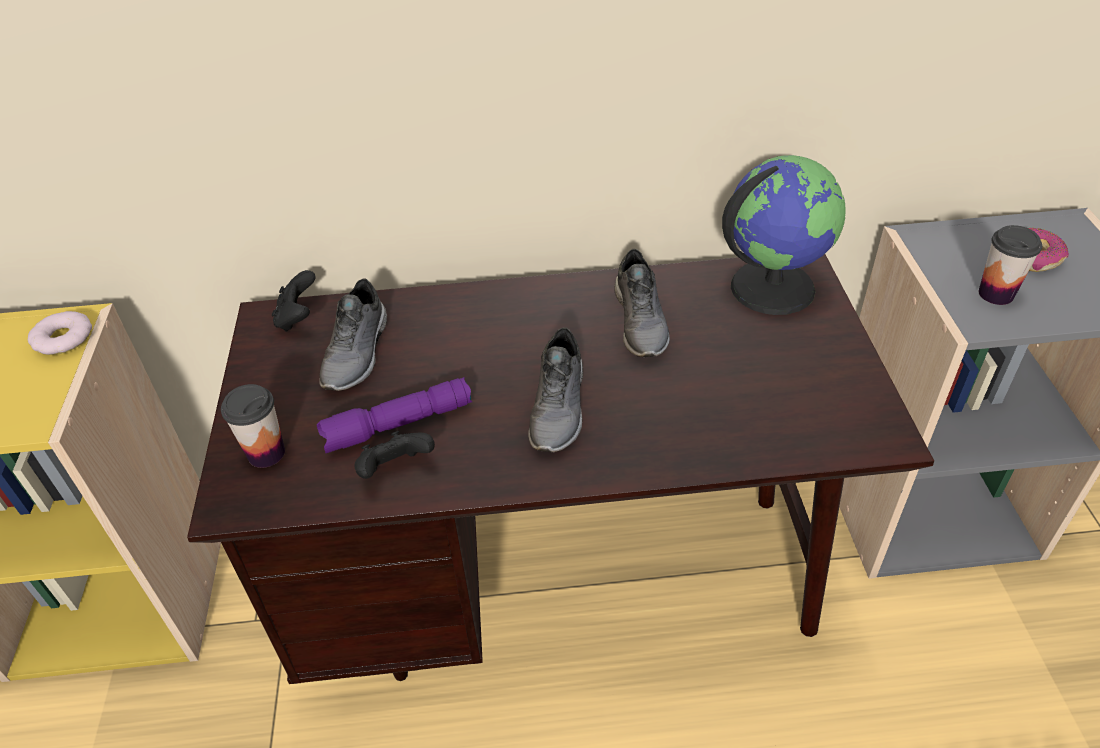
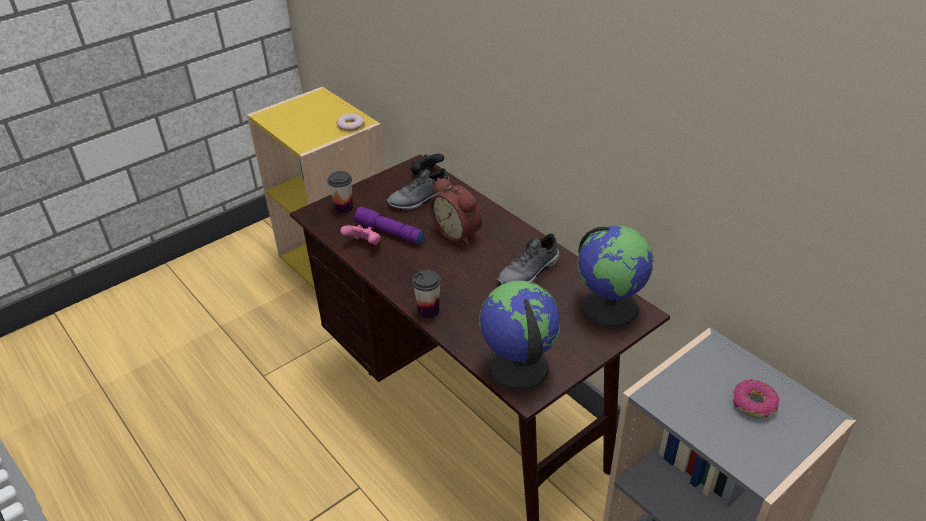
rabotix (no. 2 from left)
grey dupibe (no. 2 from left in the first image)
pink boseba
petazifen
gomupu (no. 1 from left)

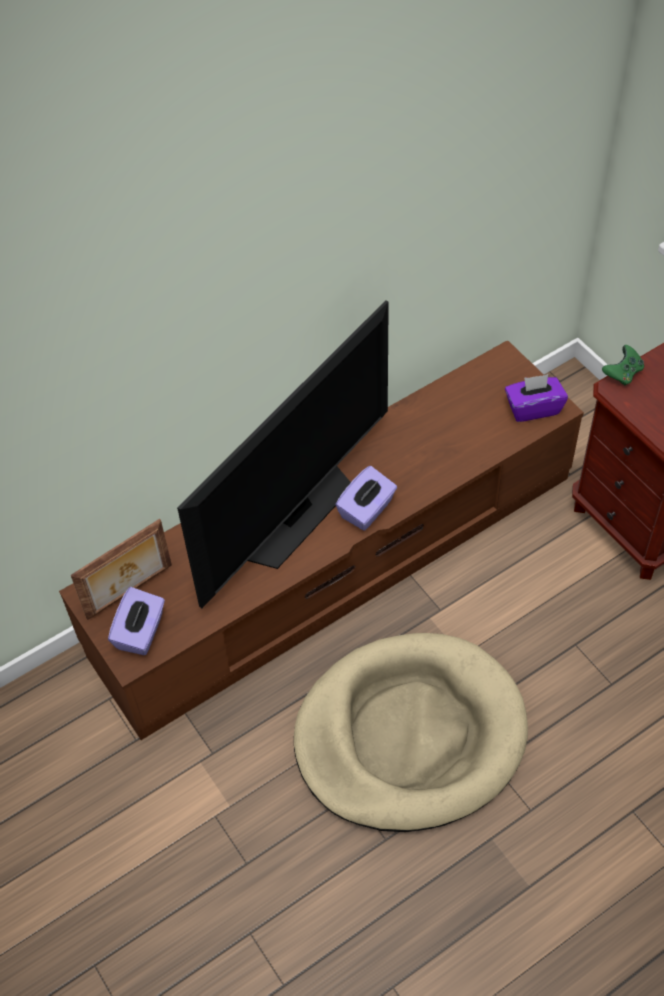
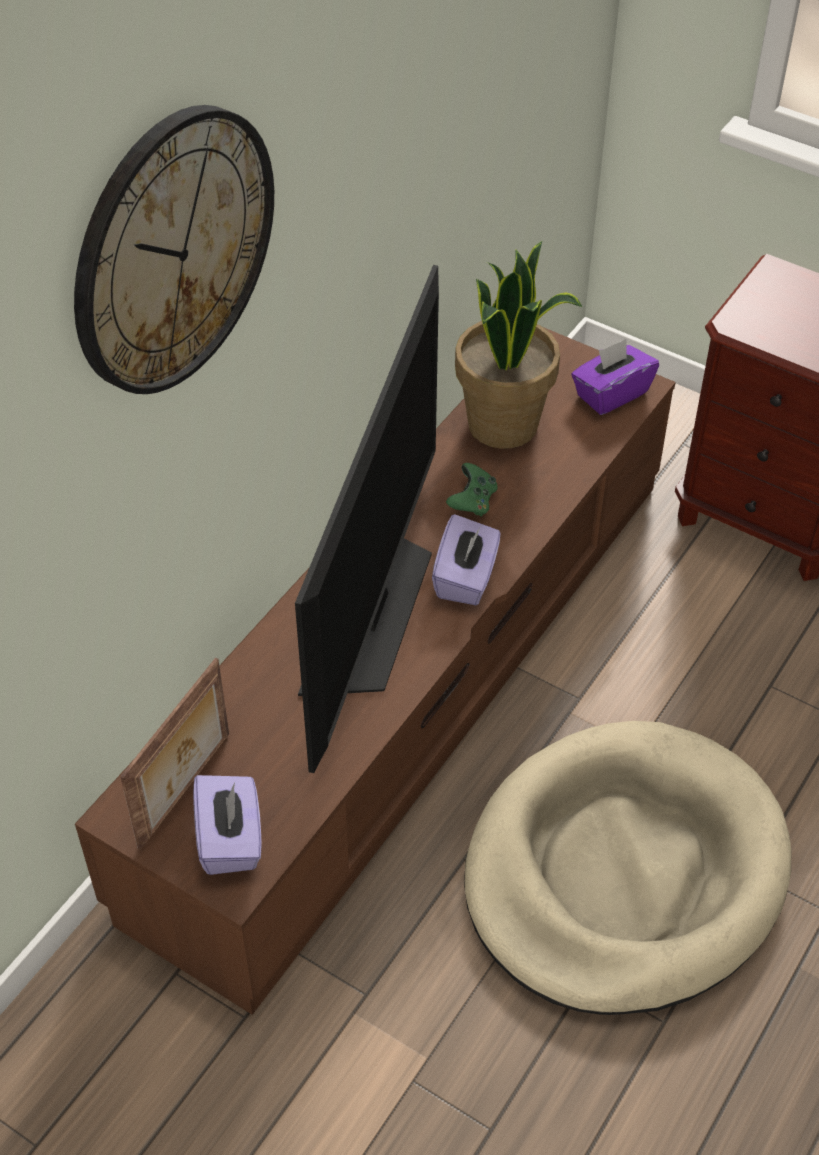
green boseba
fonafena
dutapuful

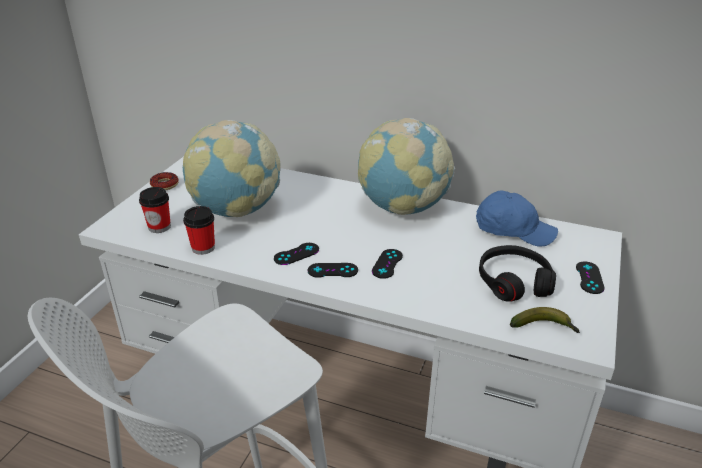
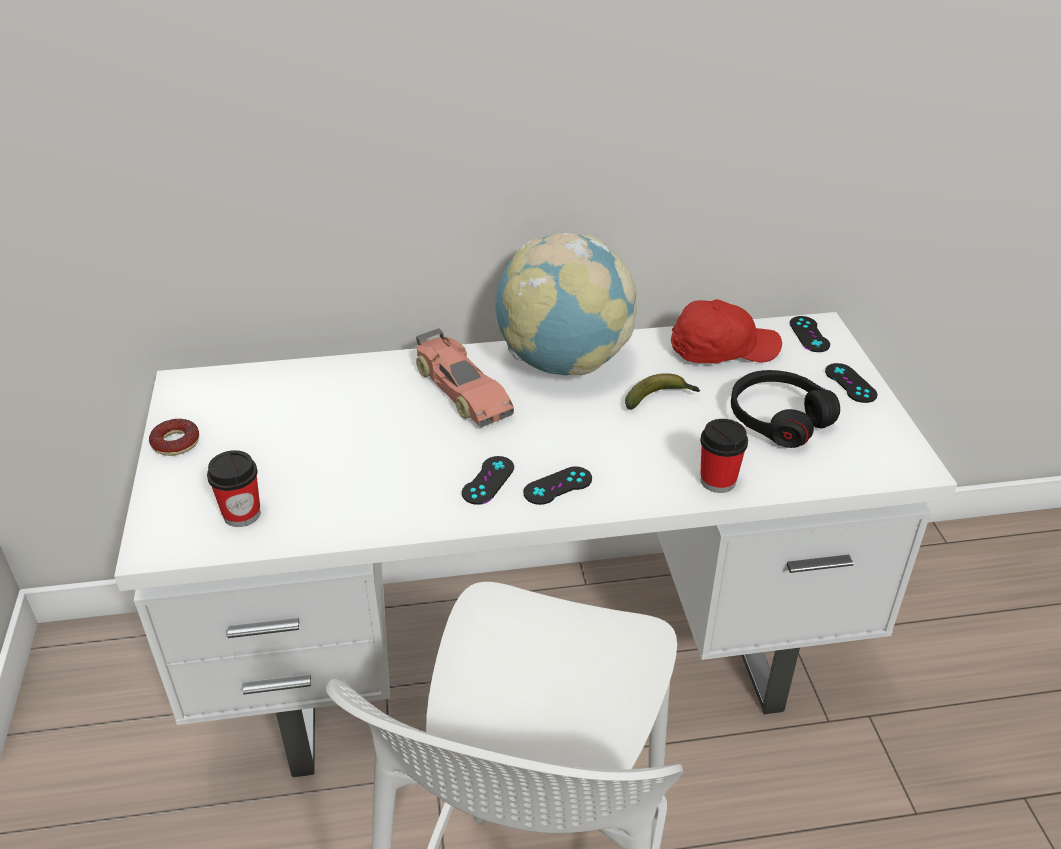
gomupu (no. 1 from left in the first image)
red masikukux
rabotix (no. 2 from left)
black boseba (no. 3 from left)
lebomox
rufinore

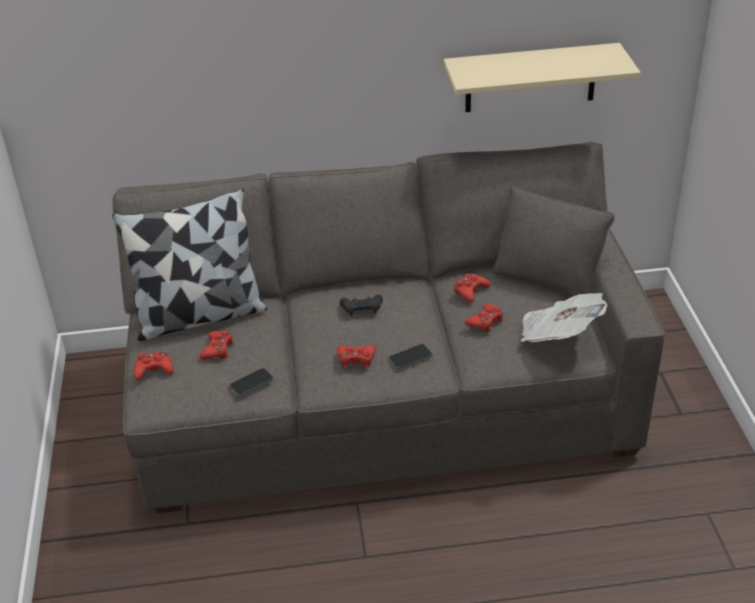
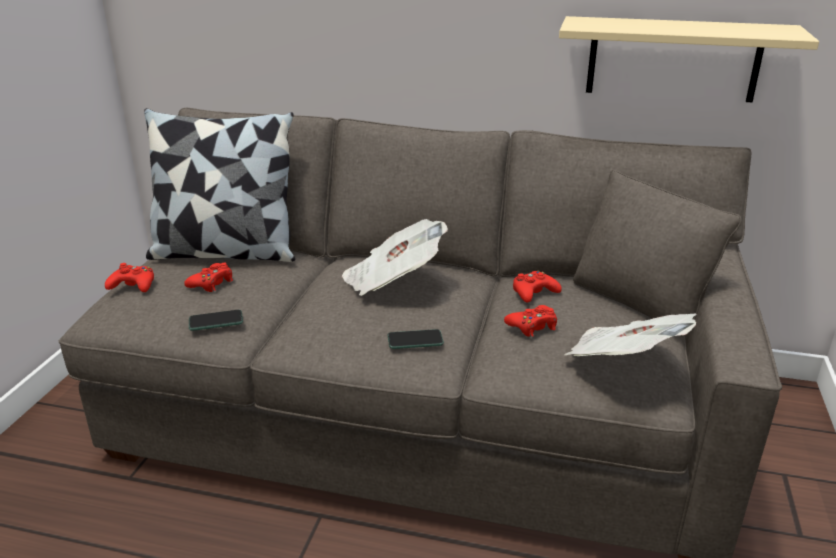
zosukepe (no. 1 from left)
red boseba (no. 3 from left in the first image)

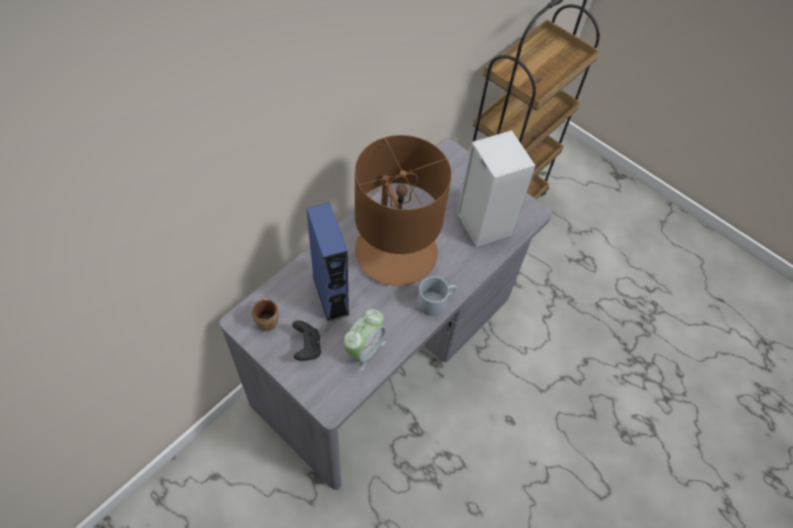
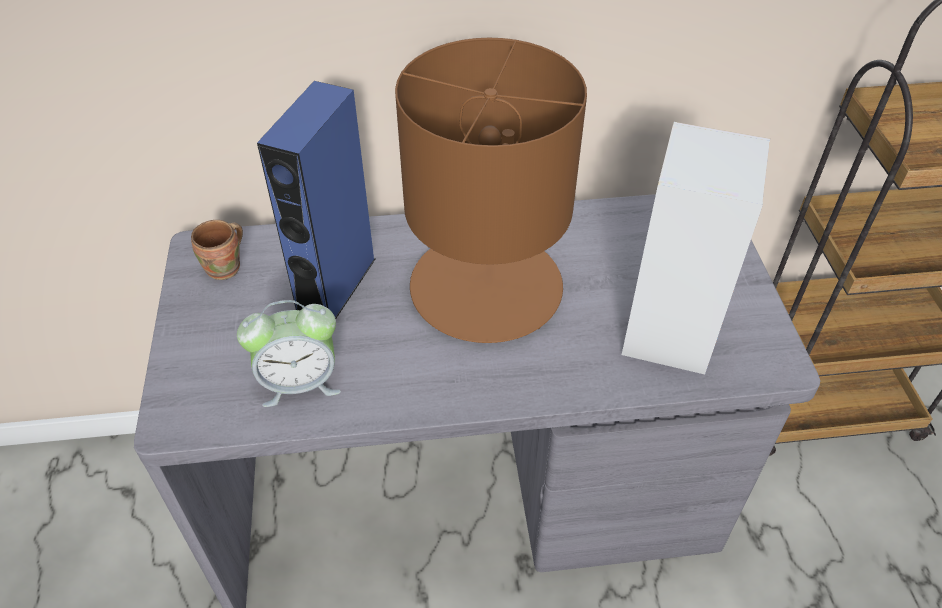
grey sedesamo
black boseba

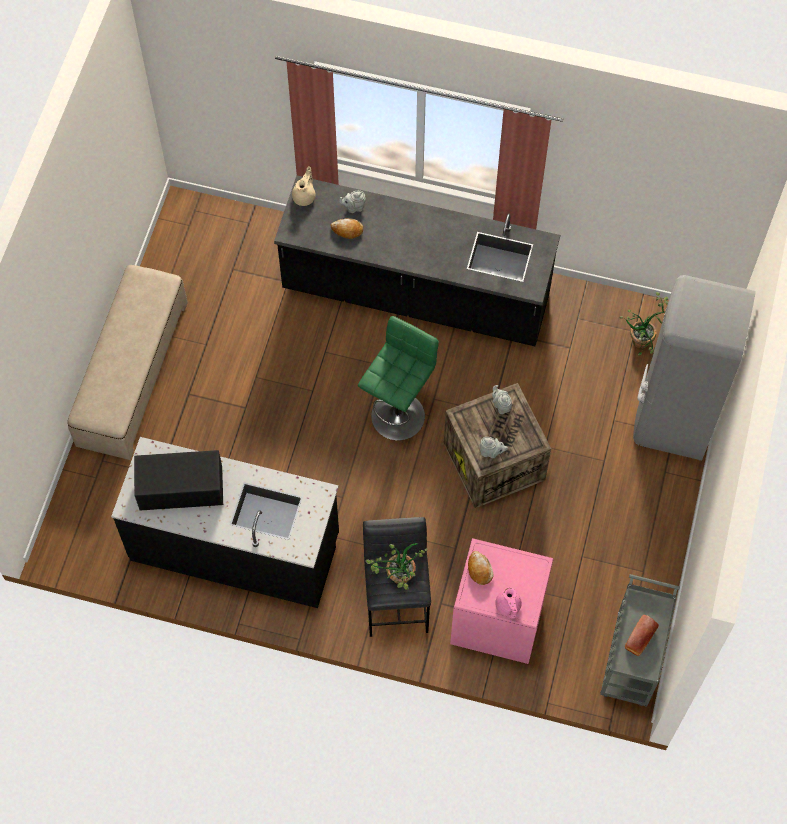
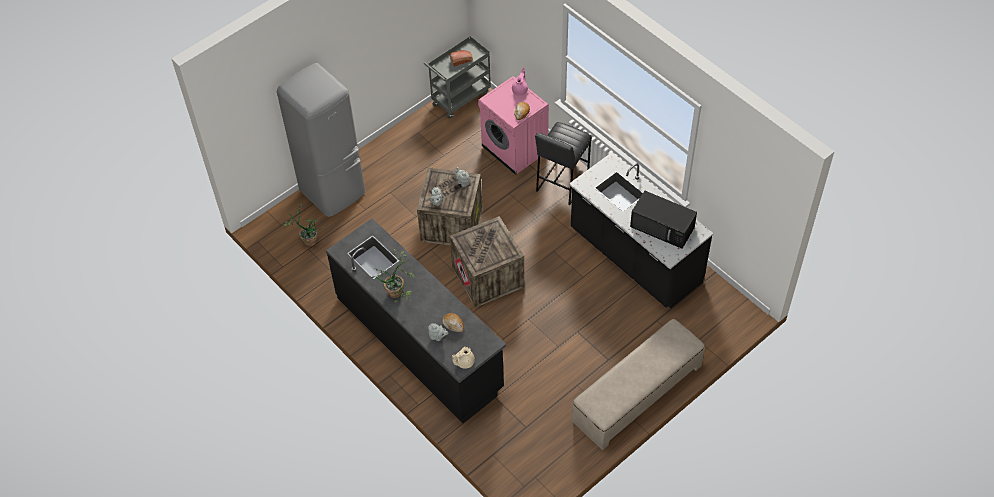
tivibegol (no. 2 from left)
dutapuful (no. 2 from left)

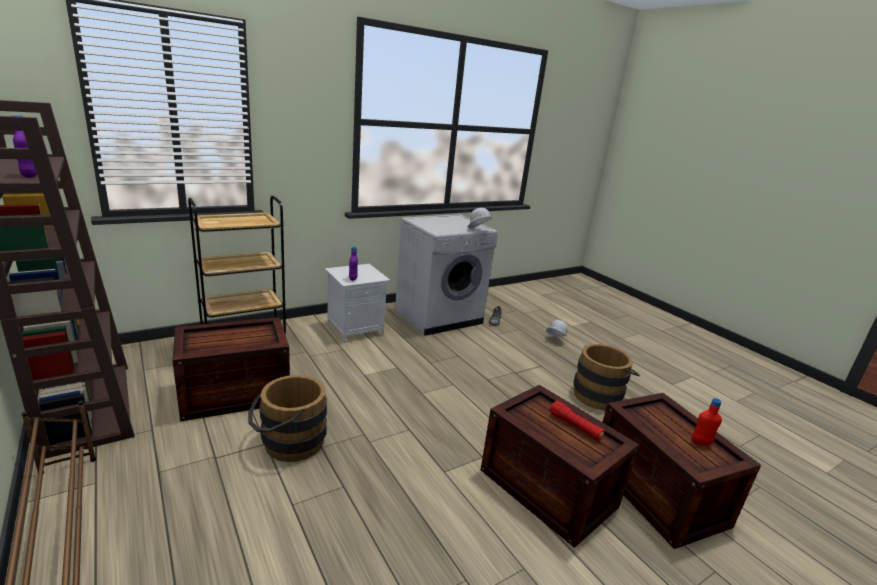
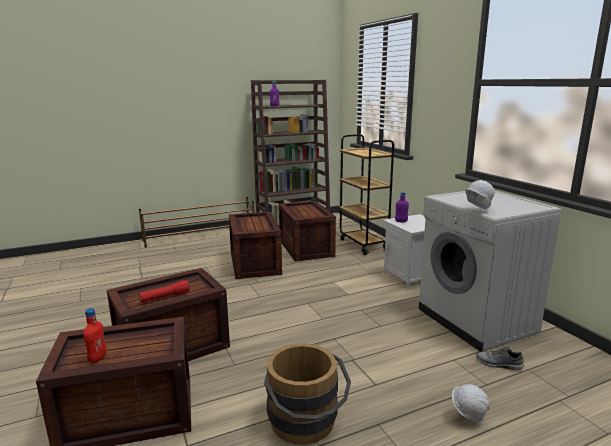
tivibegol (no. 3 from left)

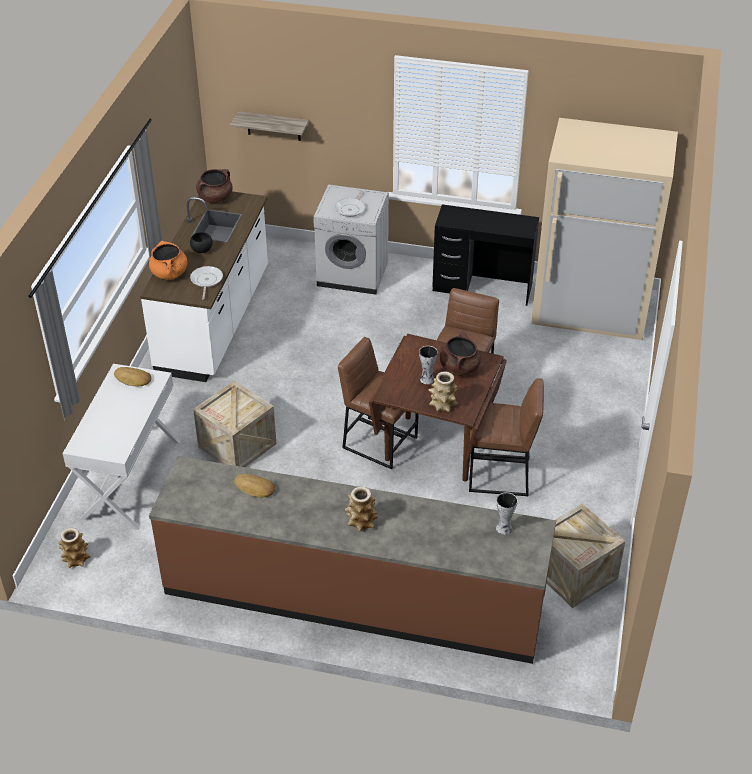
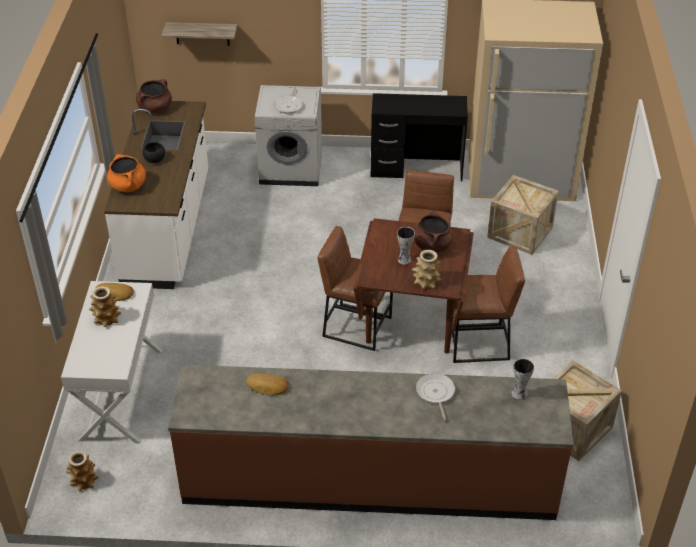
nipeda (no. 2 from left)
tivibegol (no. 1 from left)
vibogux (no. 2 from left)

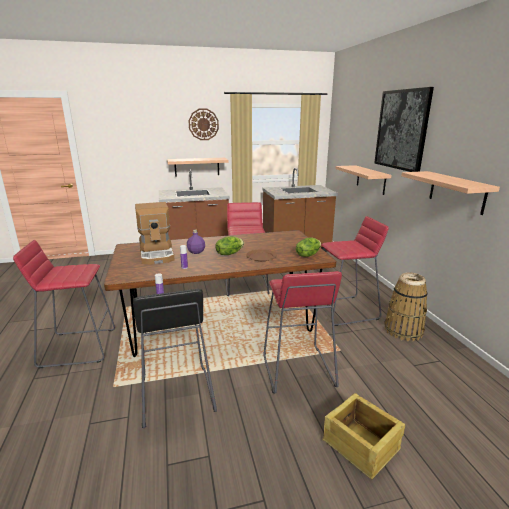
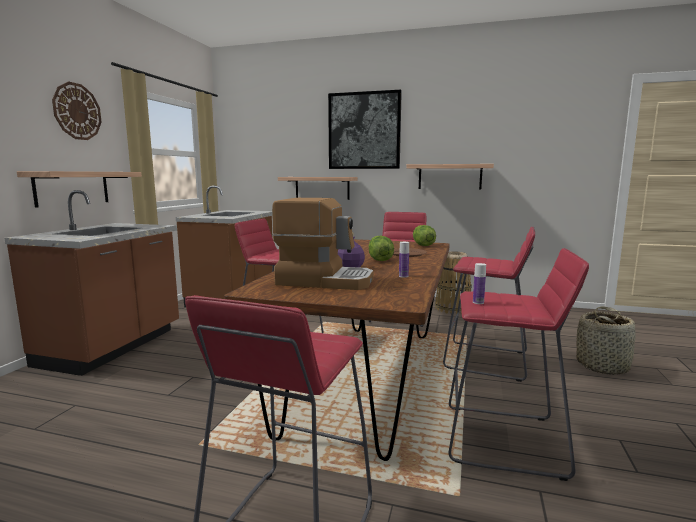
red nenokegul (no. 5 from left)
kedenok (no. 2 from left)

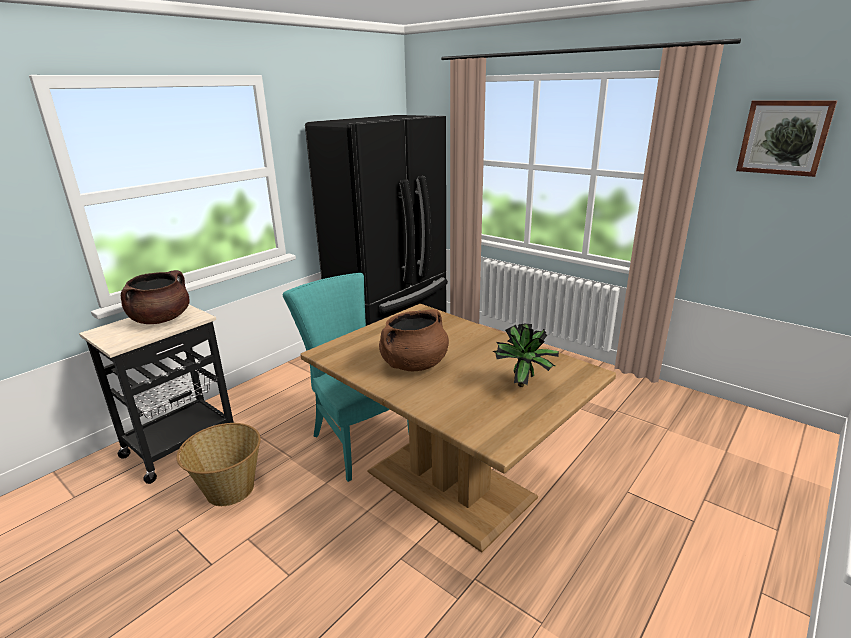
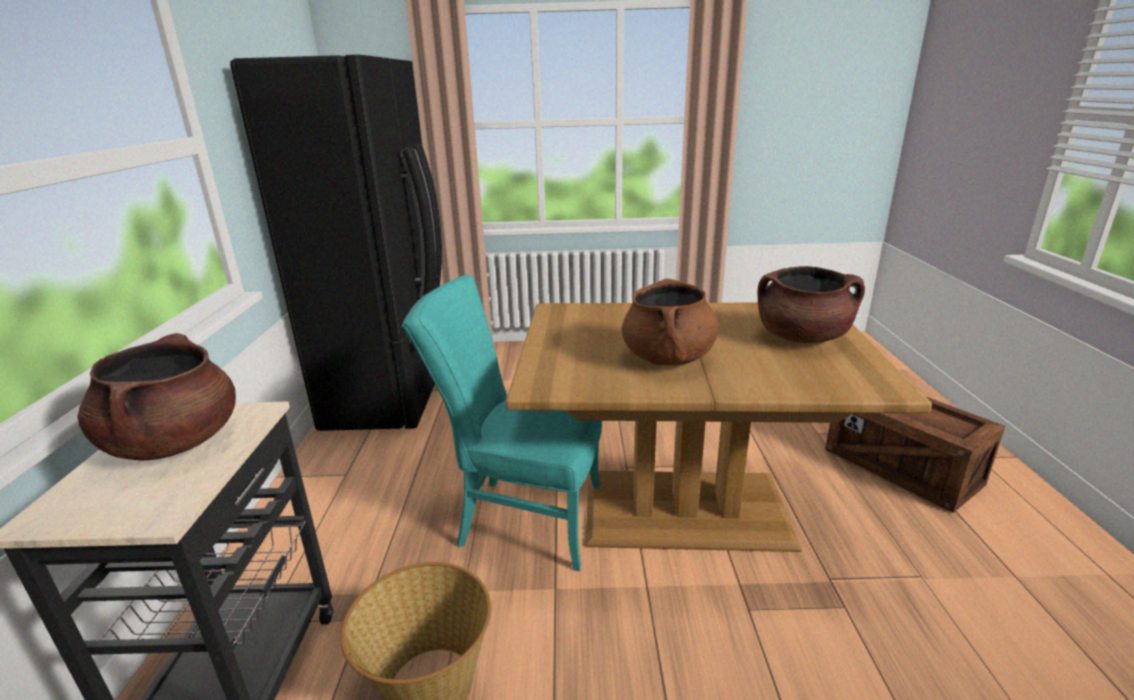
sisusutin
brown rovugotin (no. 3 from left)
tivibegol

